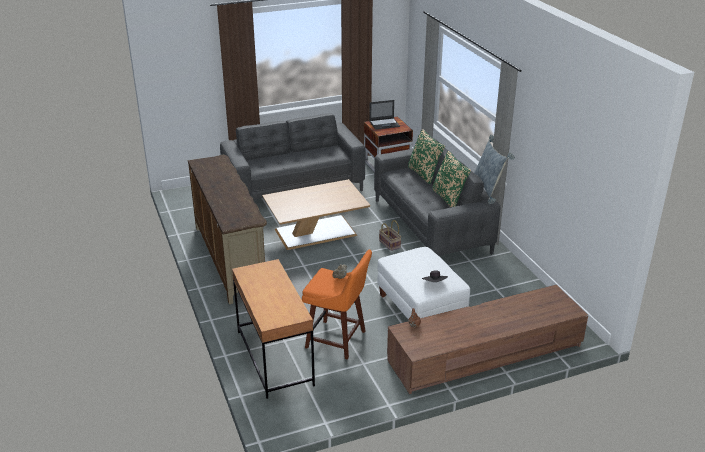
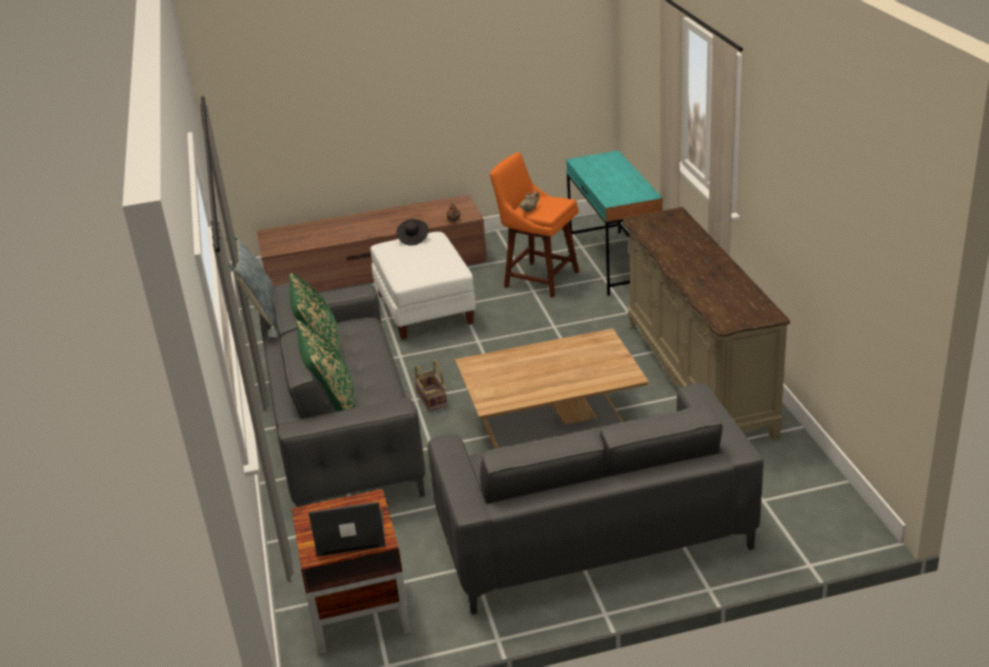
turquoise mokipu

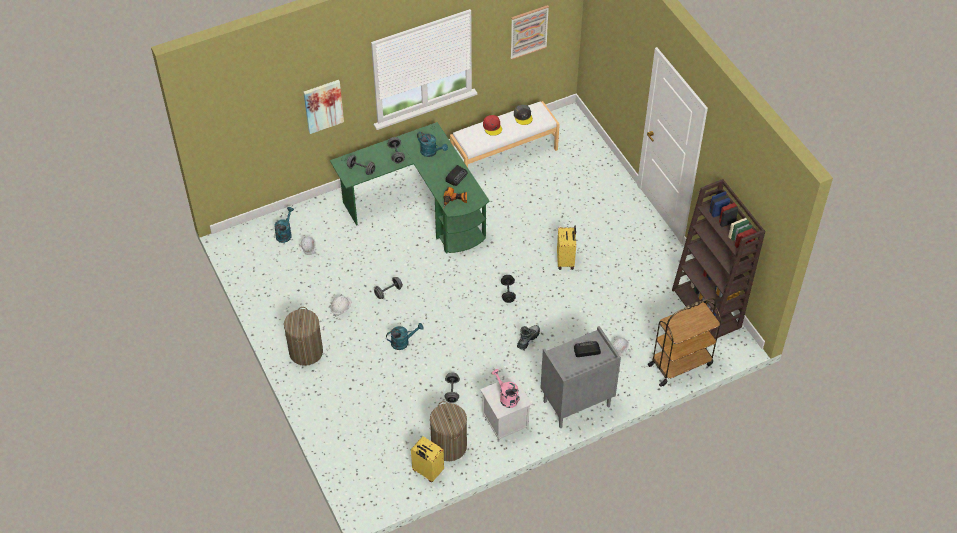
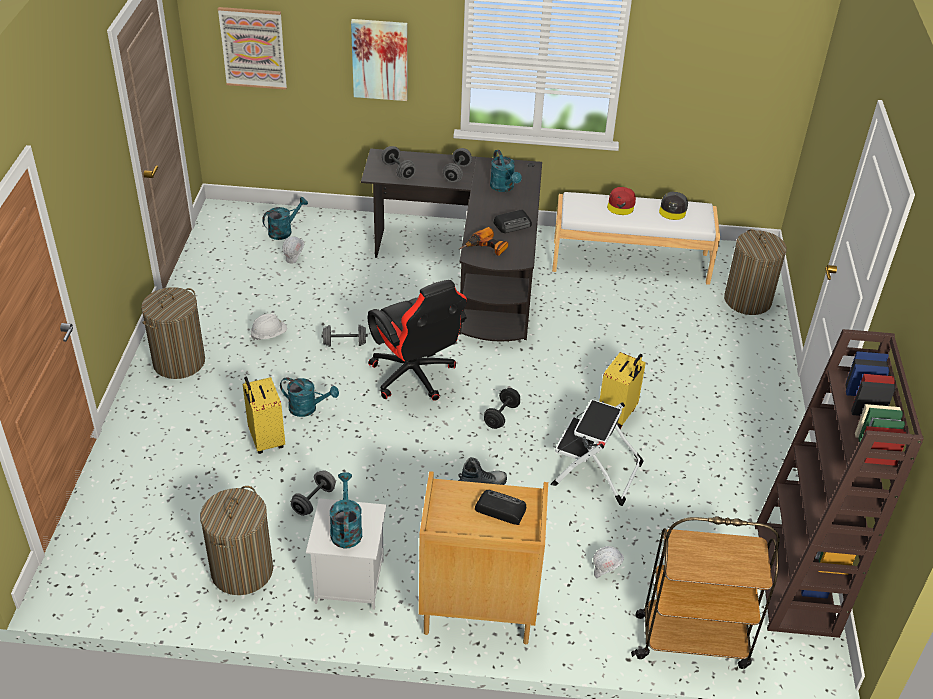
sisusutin (no. 1 from left)
black mokipu
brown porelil
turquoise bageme (no. 3 from left)
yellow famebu (no. 1 from left)
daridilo (no. 3 from left)
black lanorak
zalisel

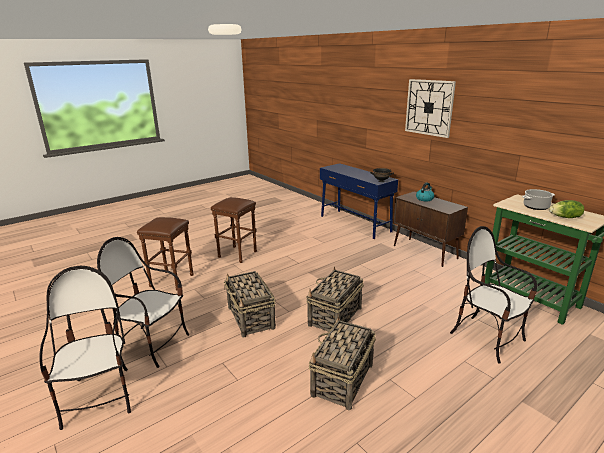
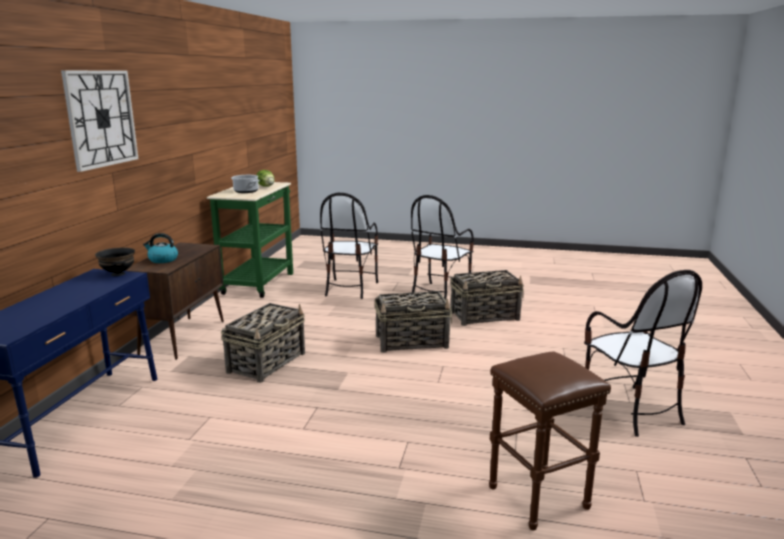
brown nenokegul (no. 2 from left in the first image)
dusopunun (no. 2 from left)
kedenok (no. 1 from left)

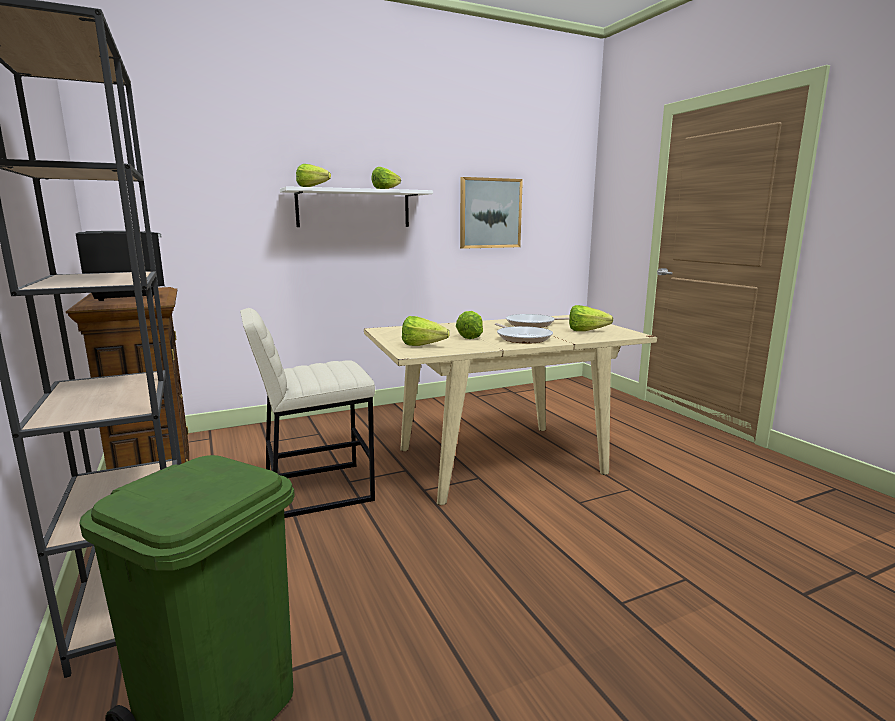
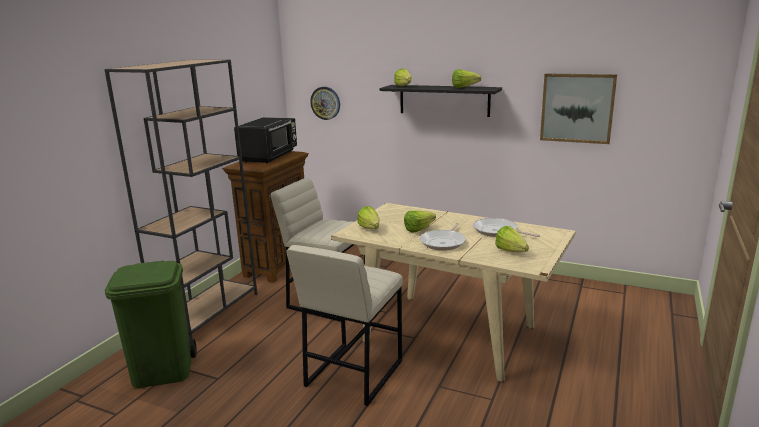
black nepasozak
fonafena
beige dusopunun (no. 2 from left)

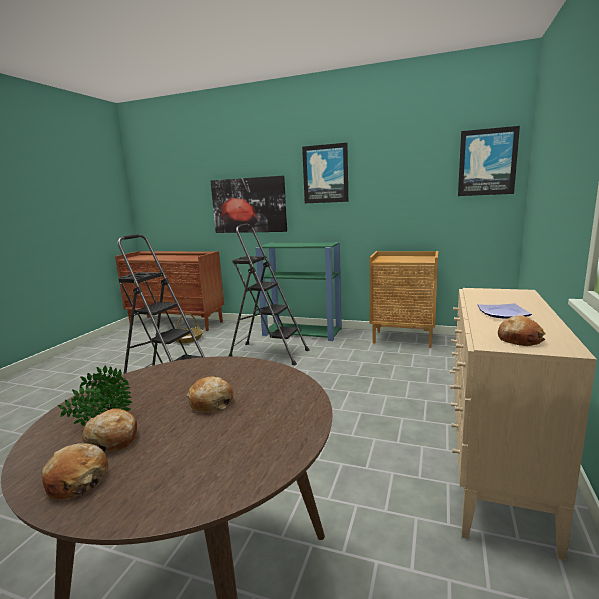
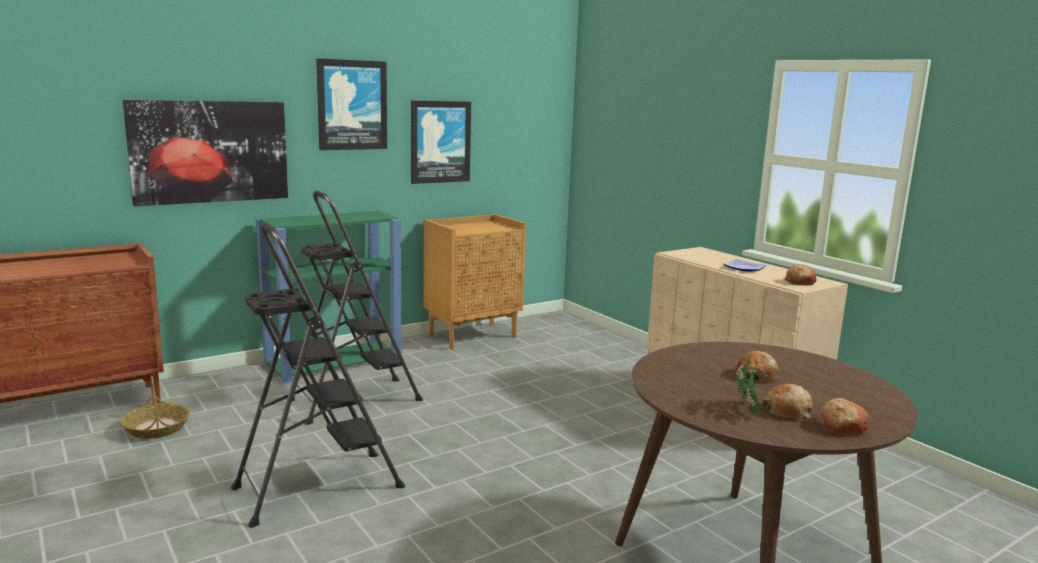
sisusutin (no. 3 from left)

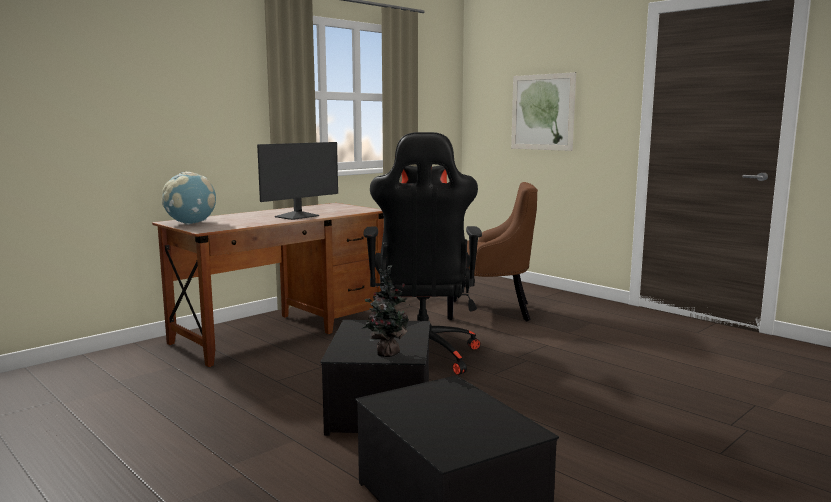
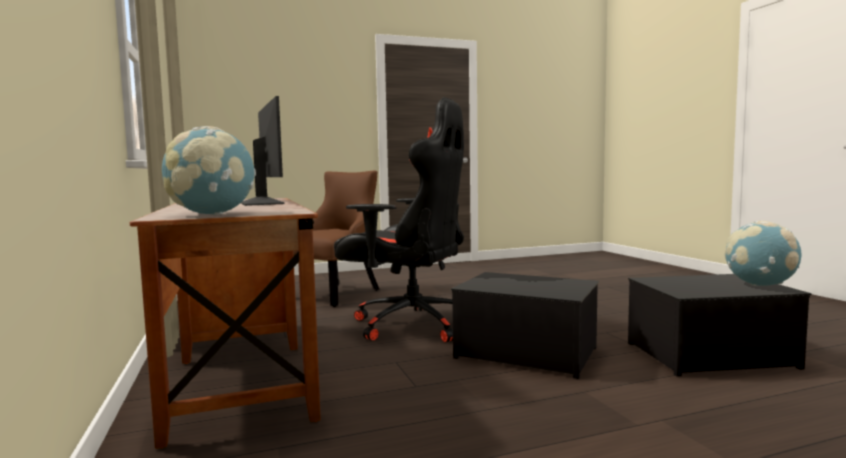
sisusutin
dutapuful
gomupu (no. 2 from left)

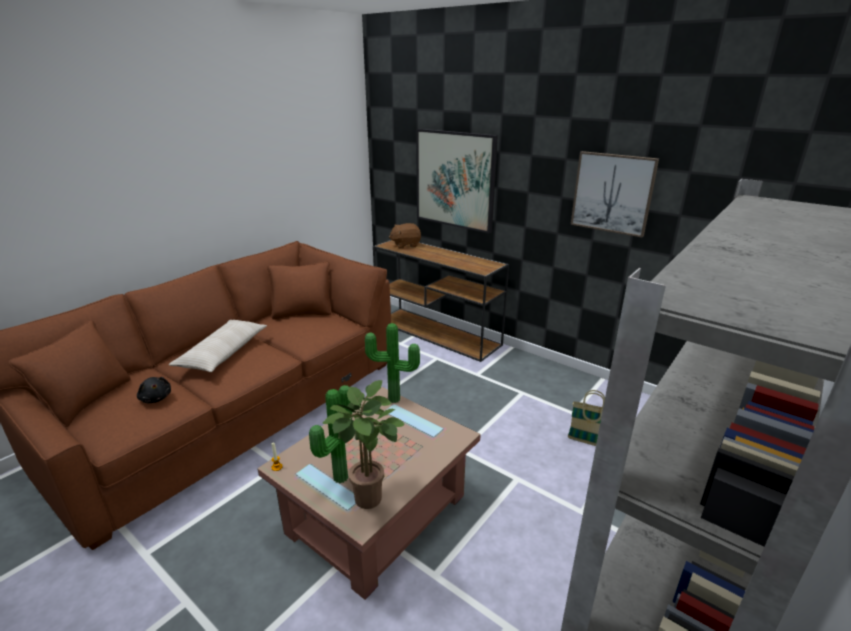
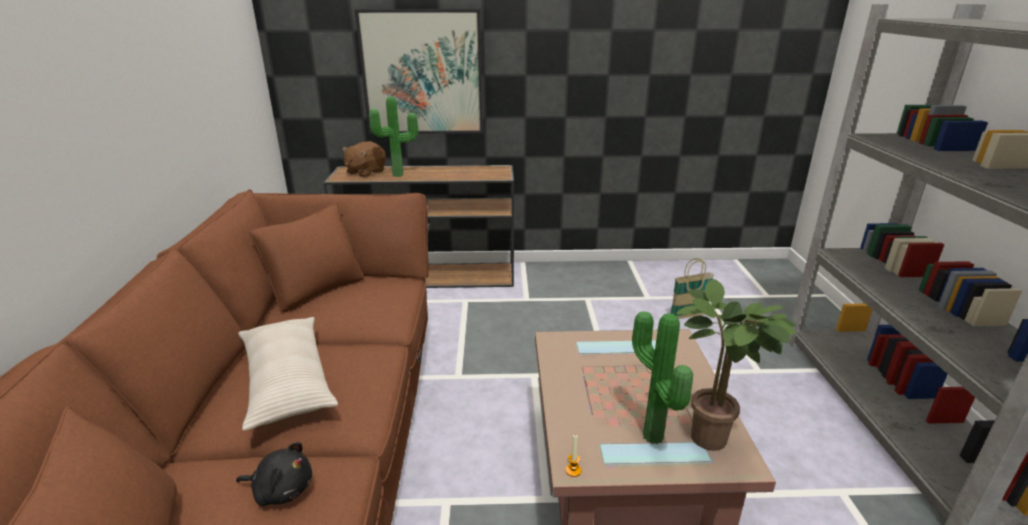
sisusutin (no. 2 from left in the first image)
dutapuful (no. 1 from left)

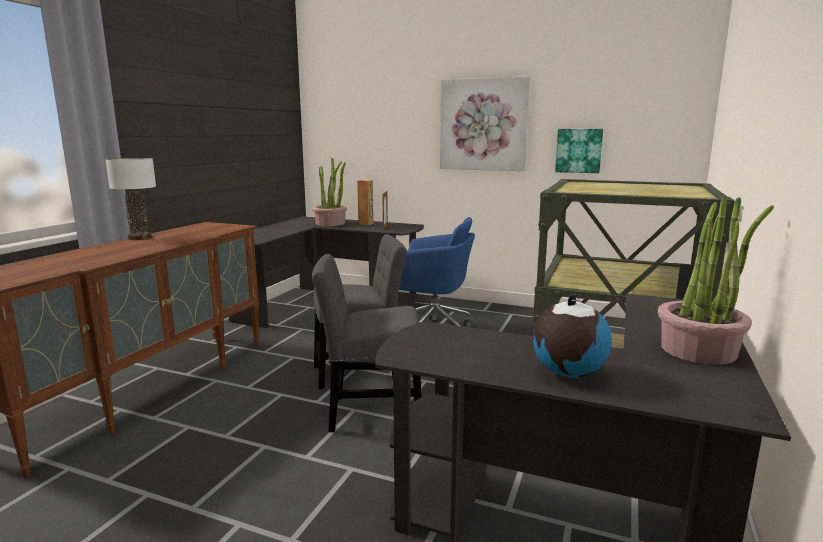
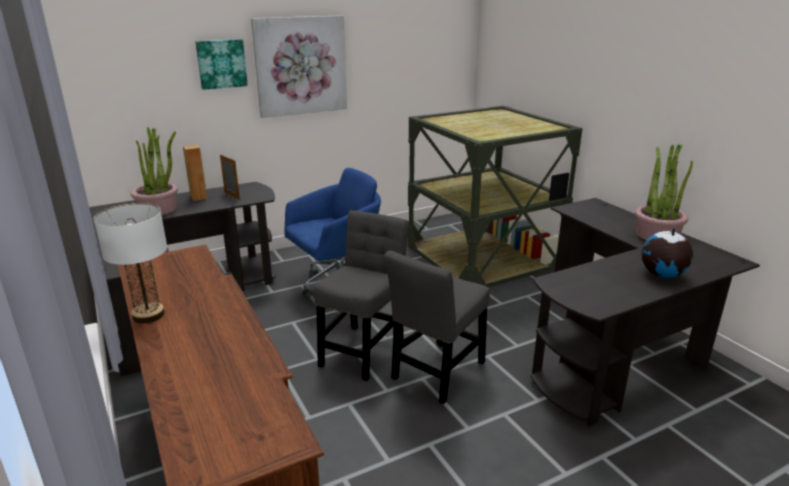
sisusutin (no. 1 from left)

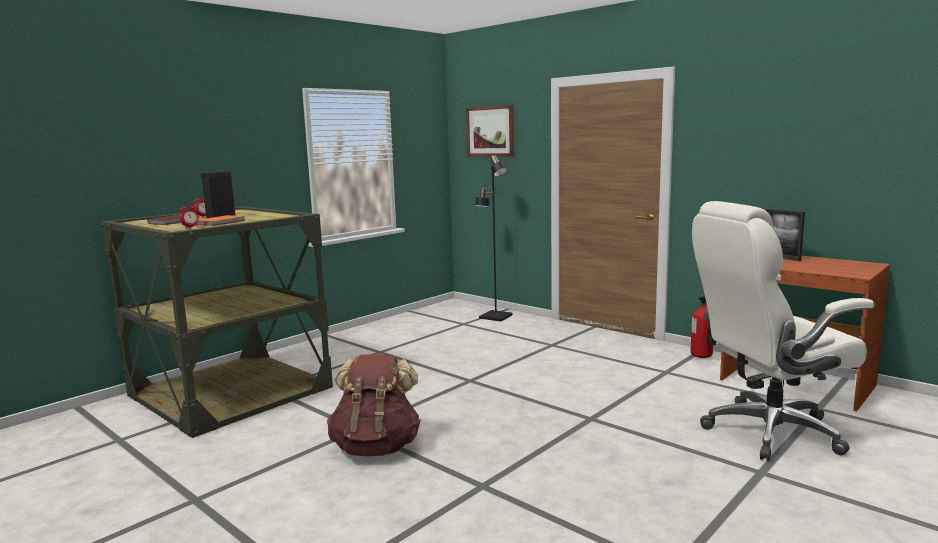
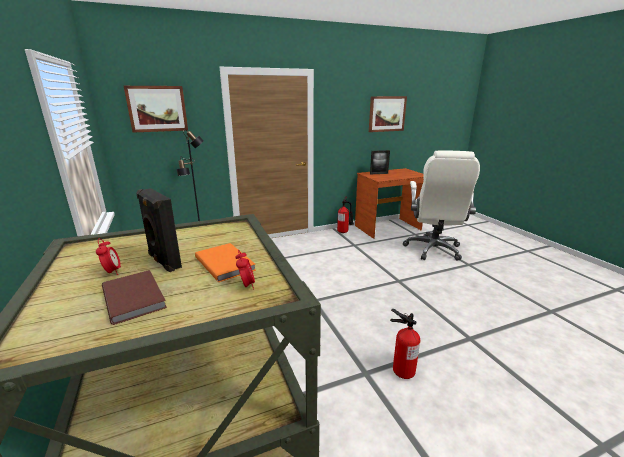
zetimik (no. 2 from left)
sisusutin (no. 2 from left)

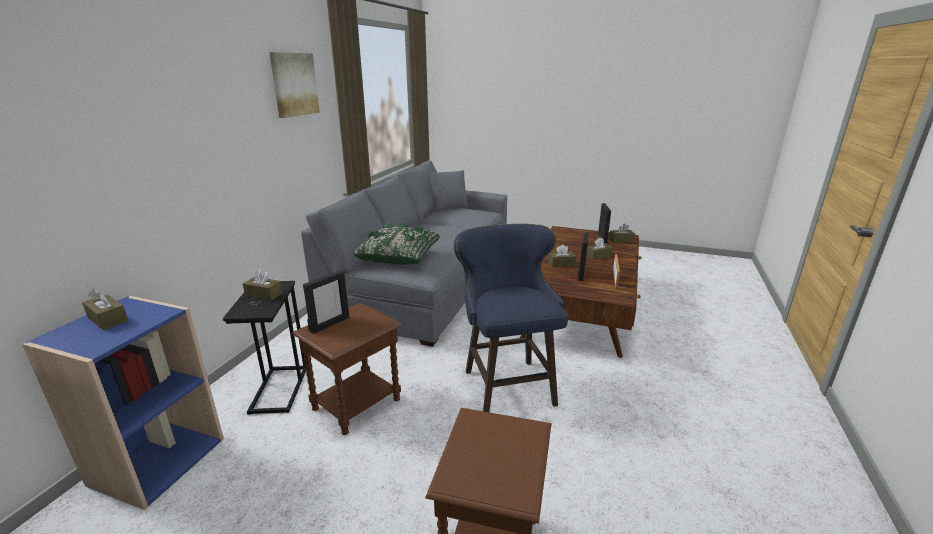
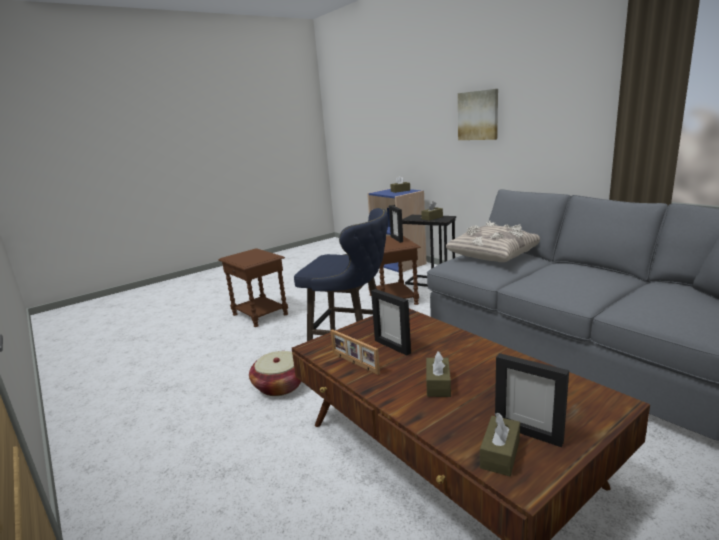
sisusutin
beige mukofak
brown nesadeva (no. 3 from left in the first image)
kedenok

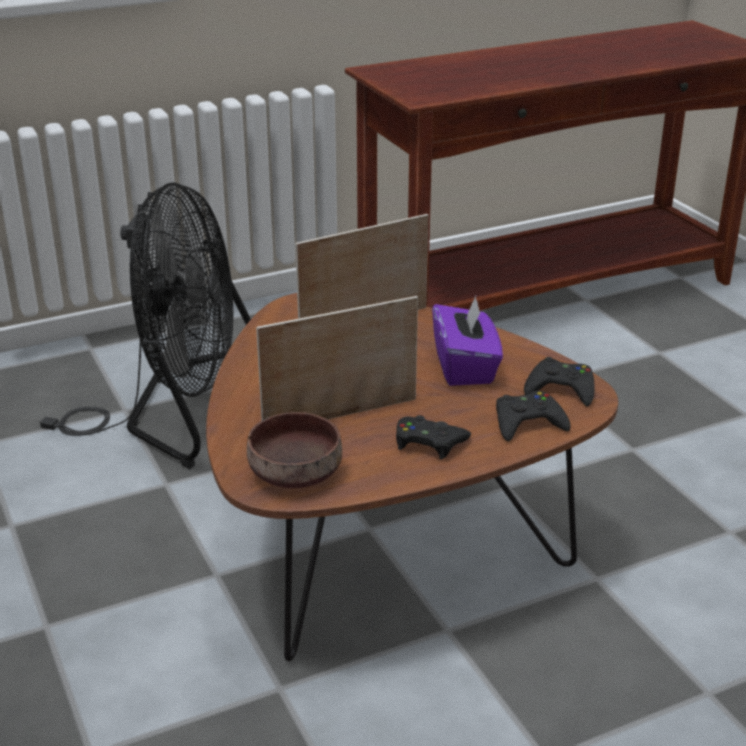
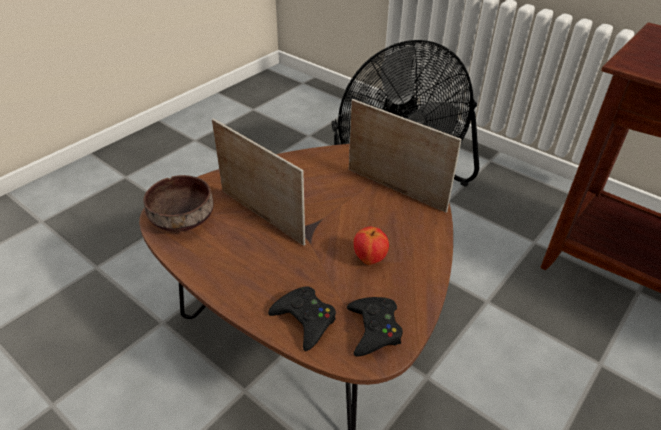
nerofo
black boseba (no. 1 from left in the first image)

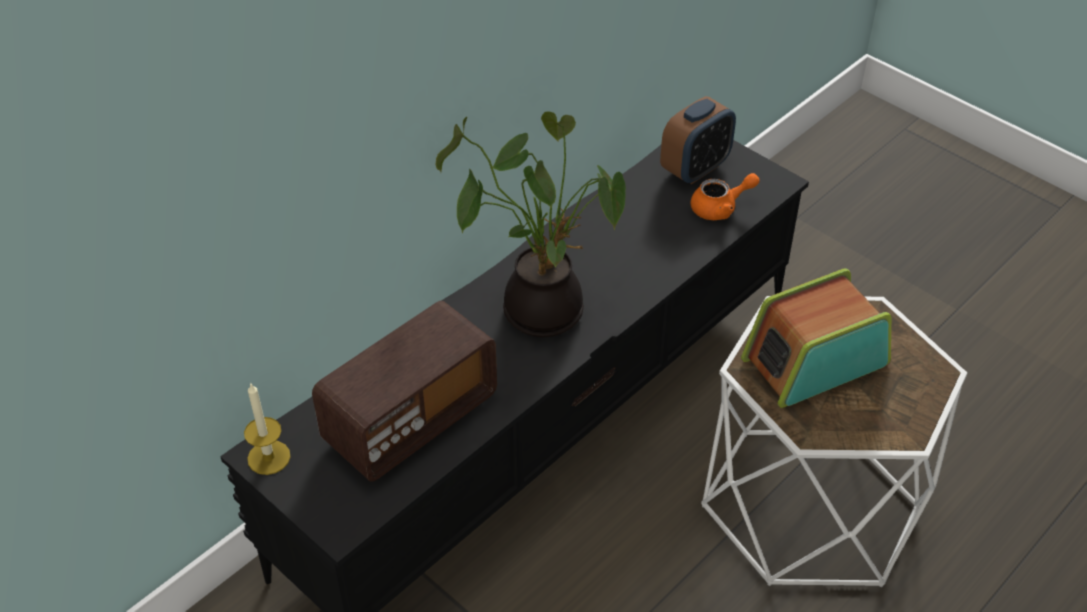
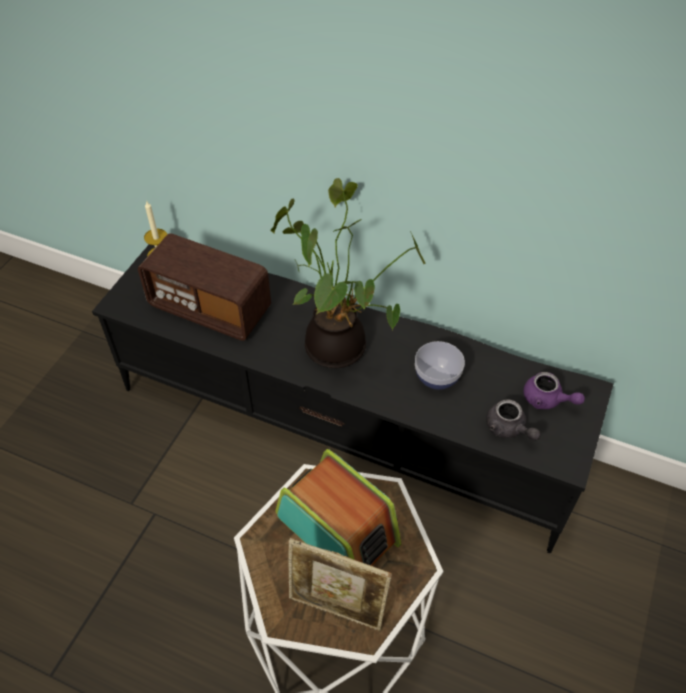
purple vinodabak
grey vinodabak
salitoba
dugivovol

